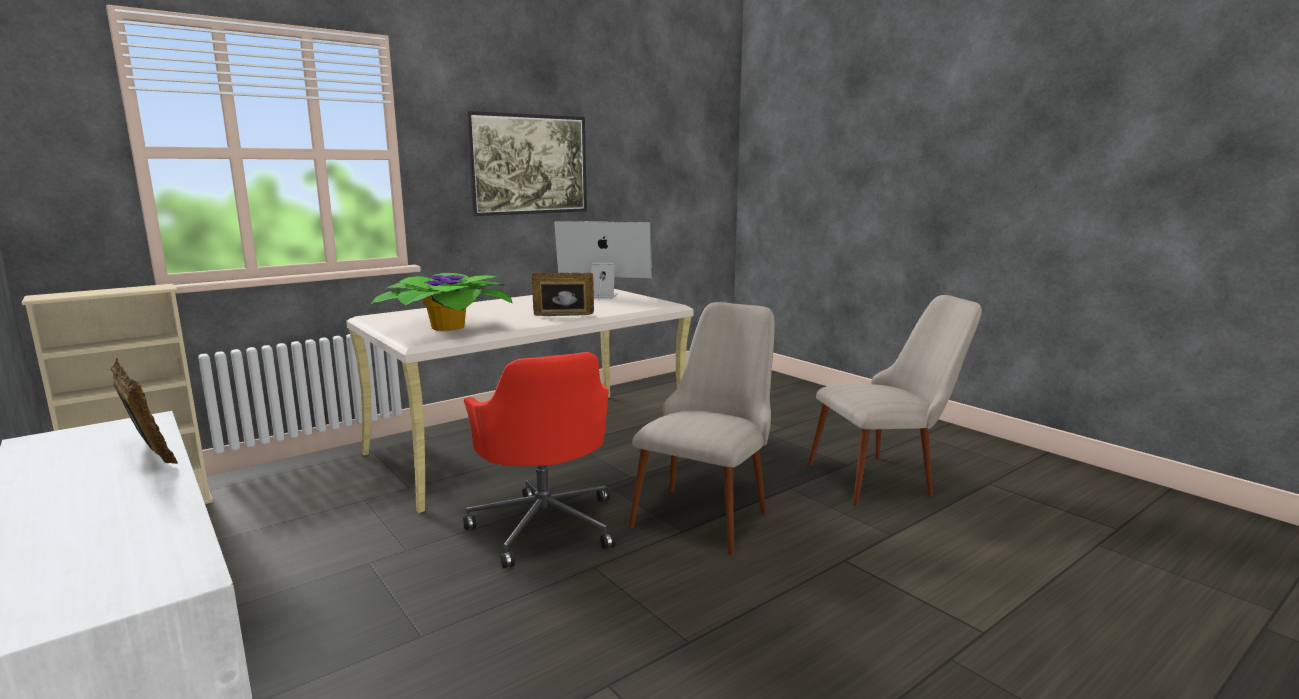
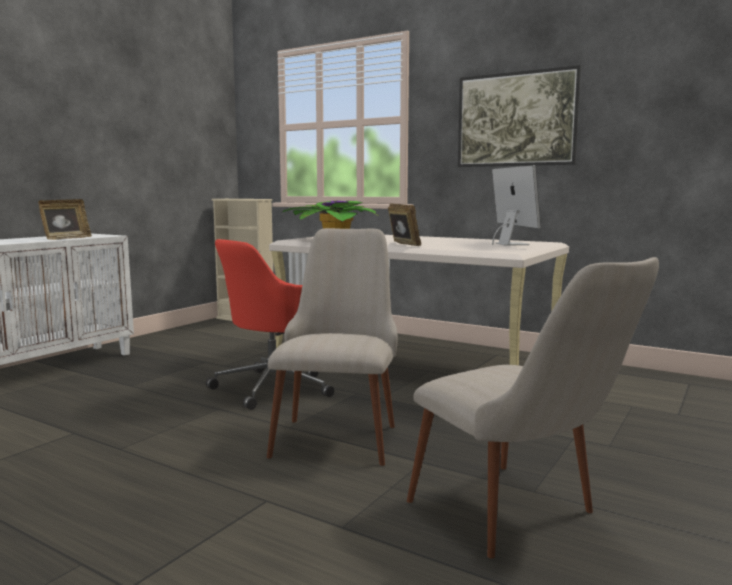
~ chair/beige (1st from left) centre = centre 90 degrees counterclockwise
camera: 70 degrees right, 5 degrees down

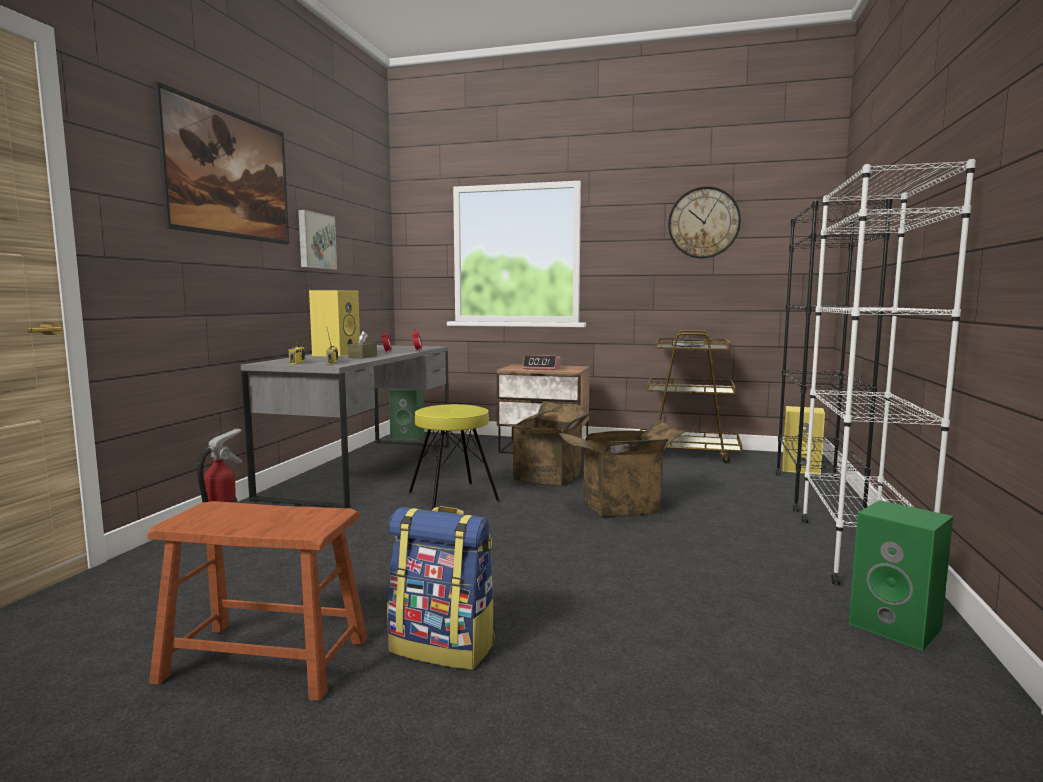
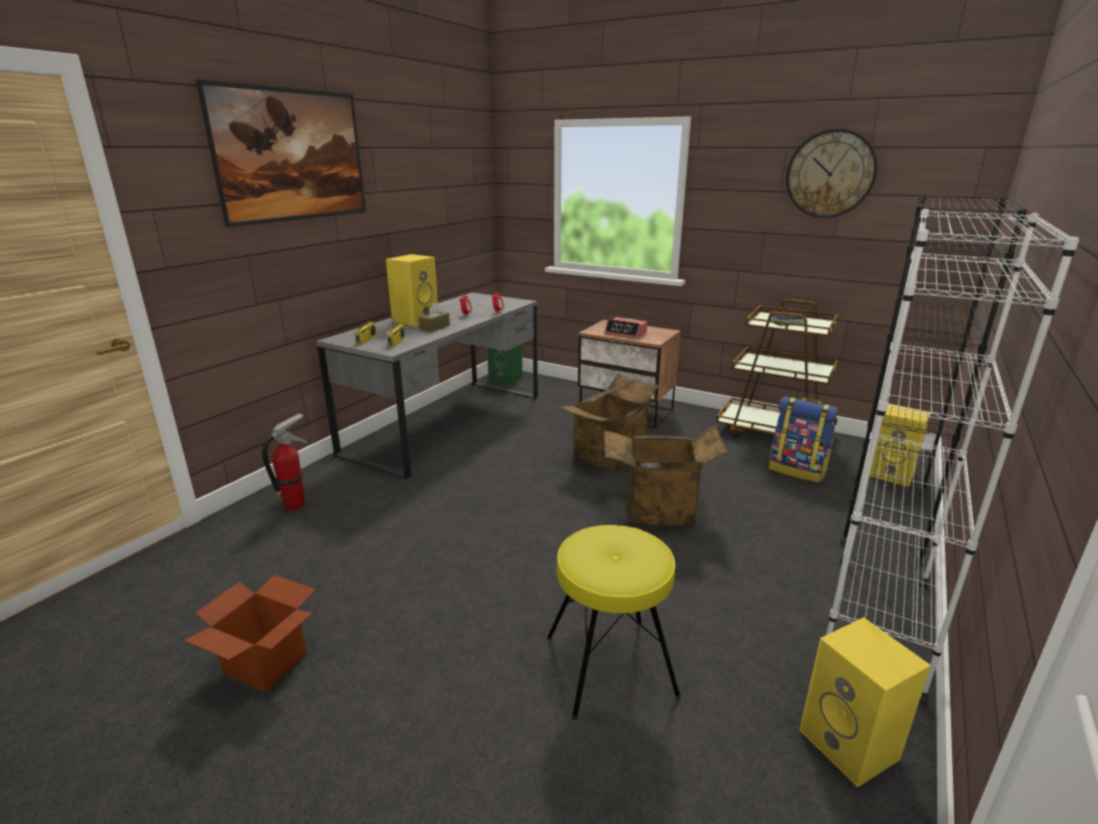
- picture (2nd from left) top left
~ backpack bottom centre to middle right
~ stool/yellow centre to bottom centre
~ stool/brown bottom left to cardboard box (1st from left) bottom left
~ speaker/green (2nd from left) bottom right to speaker/yellow (2nd from left) bottom right
camera: 15 degrees right, 15 degrees up

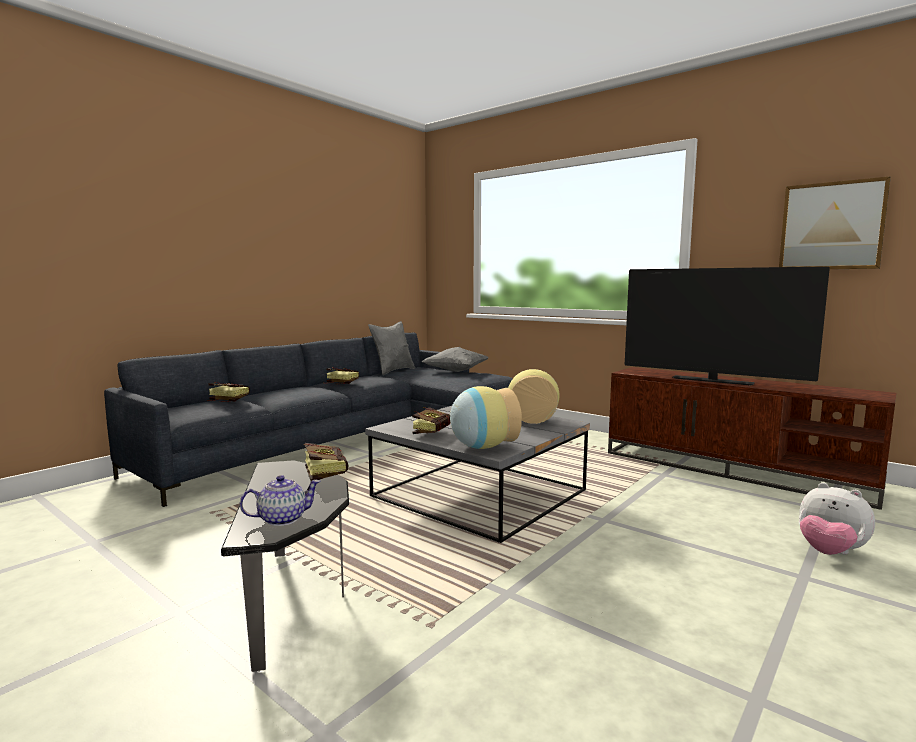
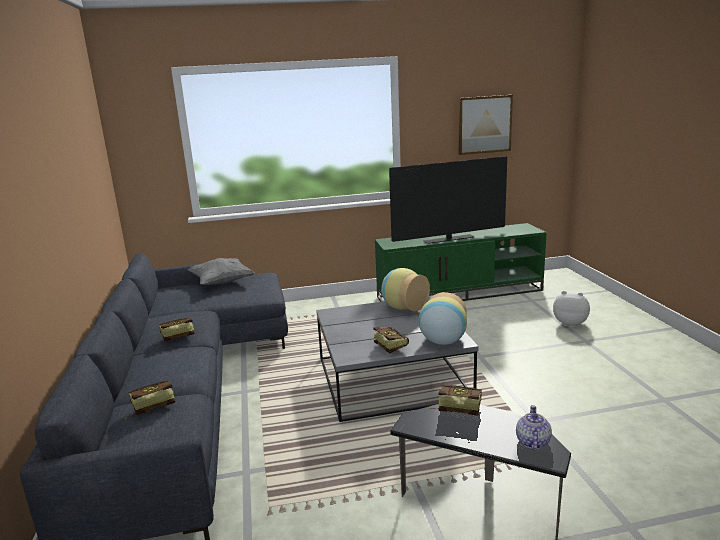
- pillow/grey (1st from left) centre
~ tv stand/brown middle right to tv stand/green centre
~ plush toy bottom right = middle right 150 degrees counterclockwise
camera: 50 degrees left, 10 degrees up

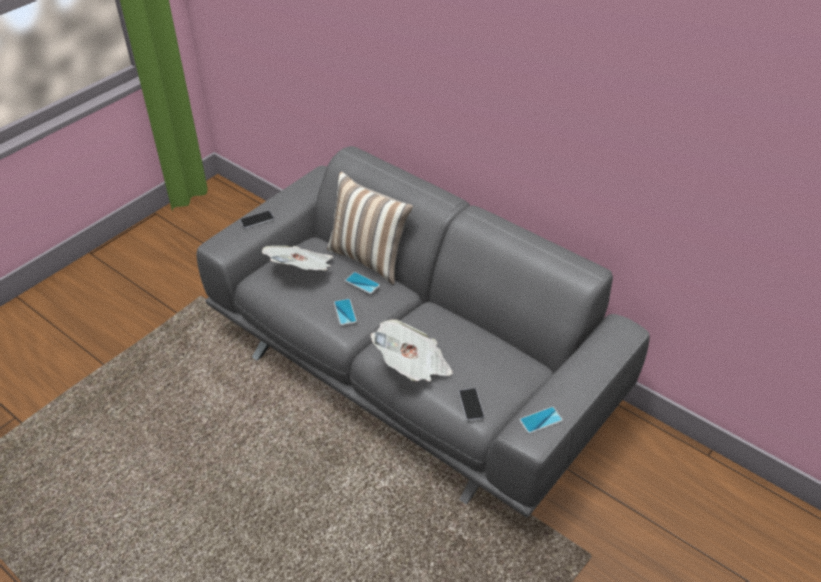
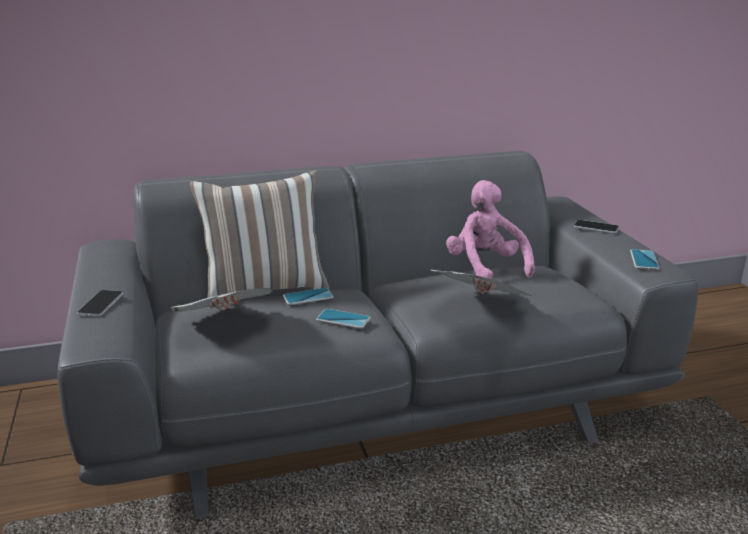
+ plush toy/pink centre
~ phone (4th from left) bottom centre to middle right
camera: 55 degrees left, 20 degrees down

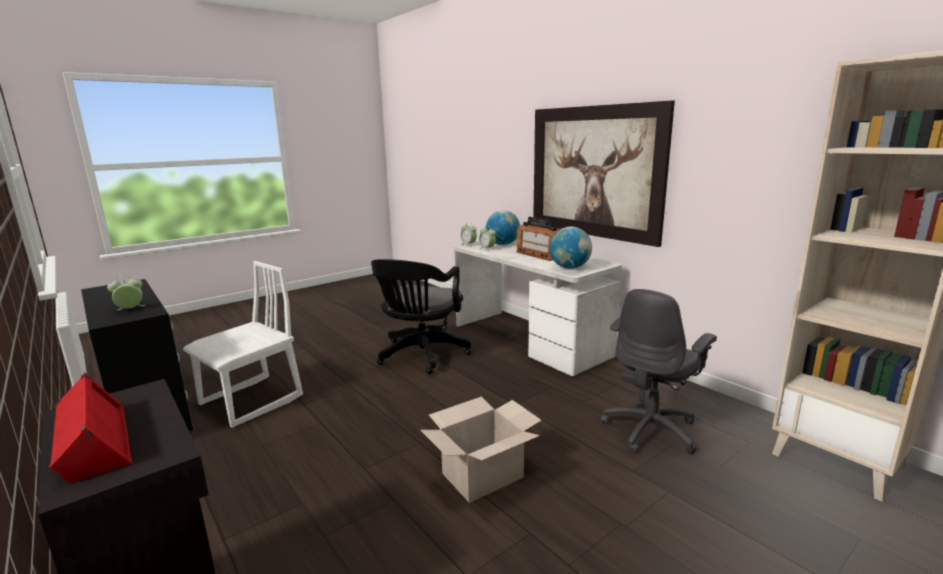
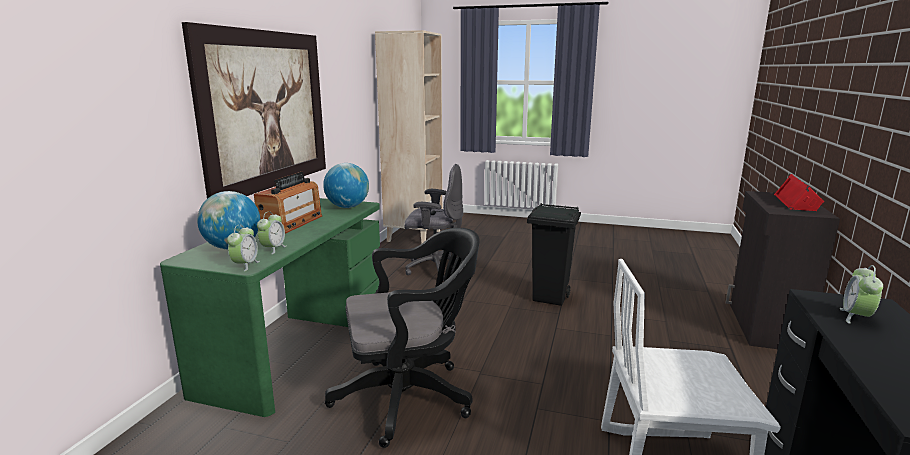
~ cardboard box bottom centre to trash can/black centre
~ desk/white centre to desk/green bottom left
~ alarm clock (1st from left in the first image) middle left = middle right 90 degrees clockwise
camera: 125 degrees left, 0 degrees up

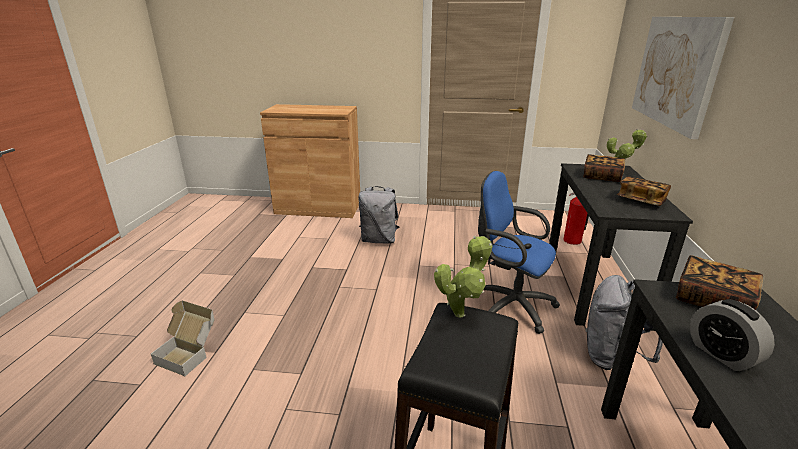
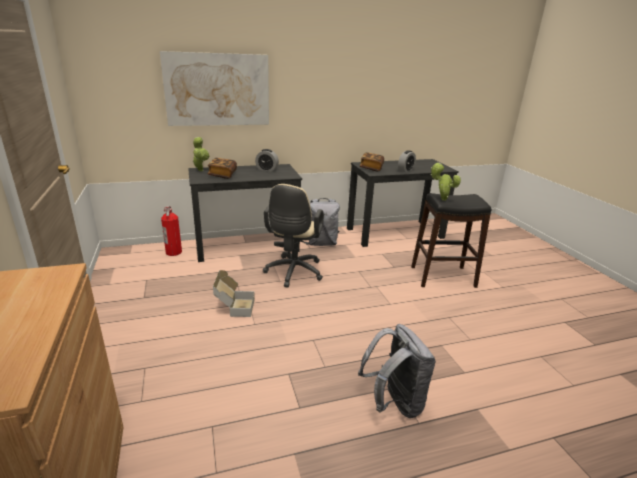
~ cardboard box bottom left to centre
~ backpack/grey (1st from left in the first image) centre to backpack/grey (2nd from left) bottom centre
~ book (2nd from left) middle right to alarm clock (1st from left) centre
~ office chair/blue centre to office chair/beige centre
camera: 115 degrees left, 0 degrees up

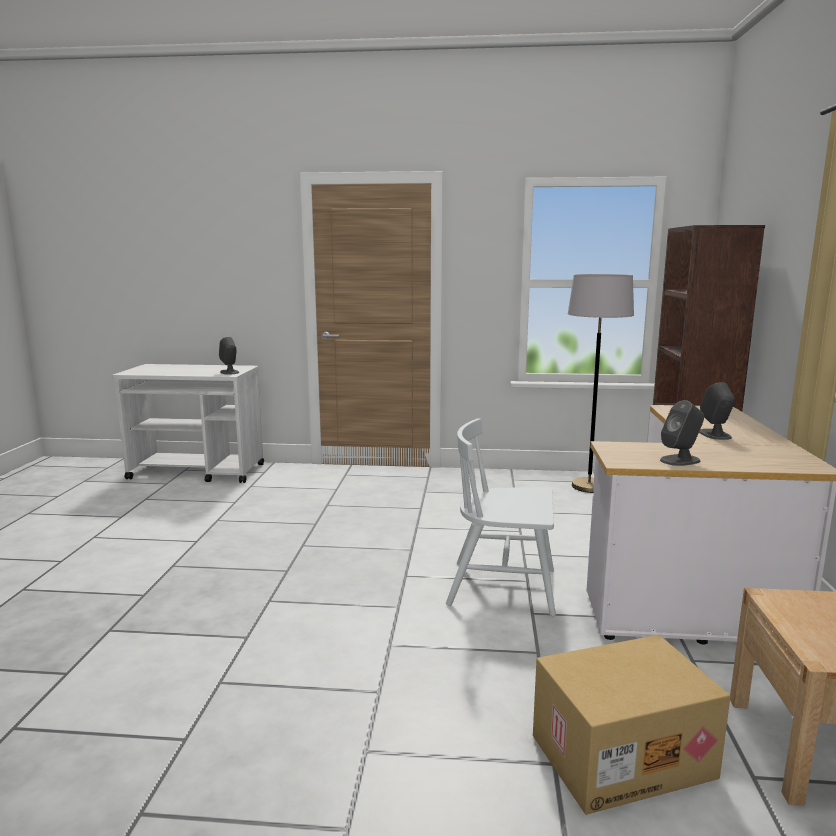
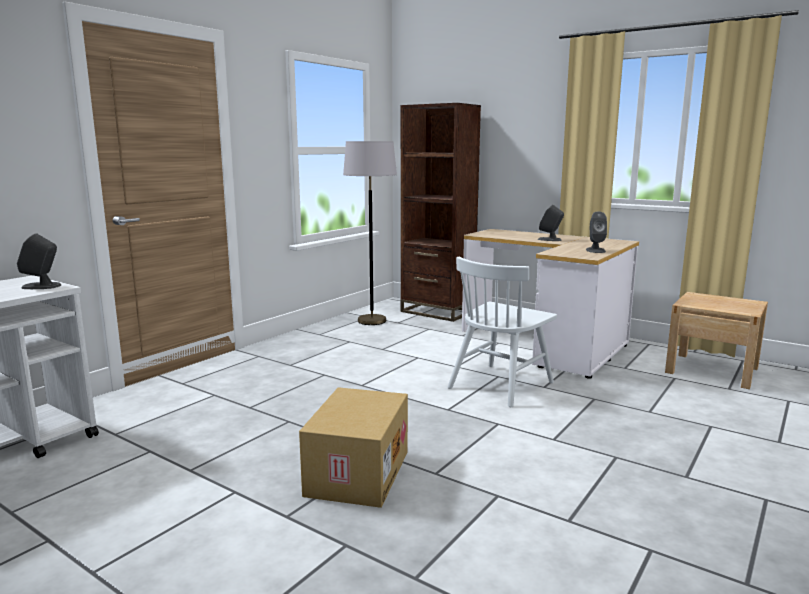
~ cardboard box bottom right to bottom centre
camera: 60 degrees left, 0 degrees up

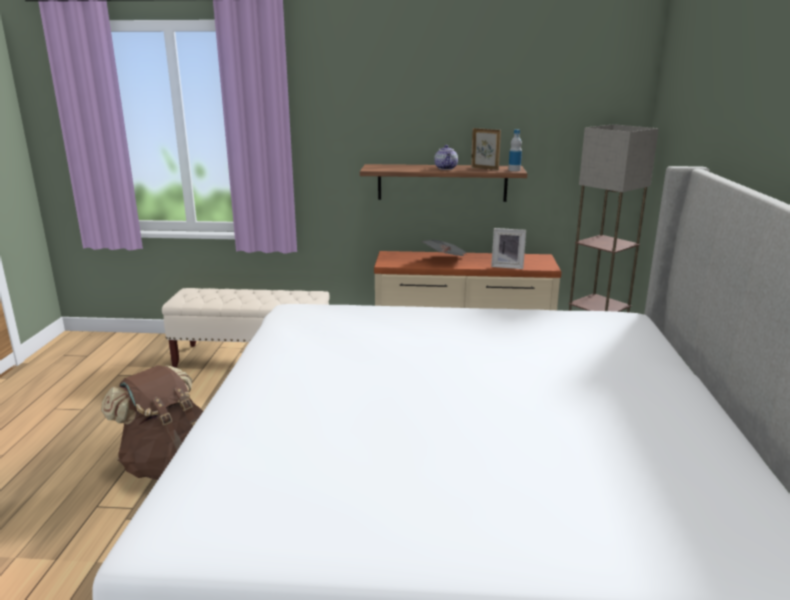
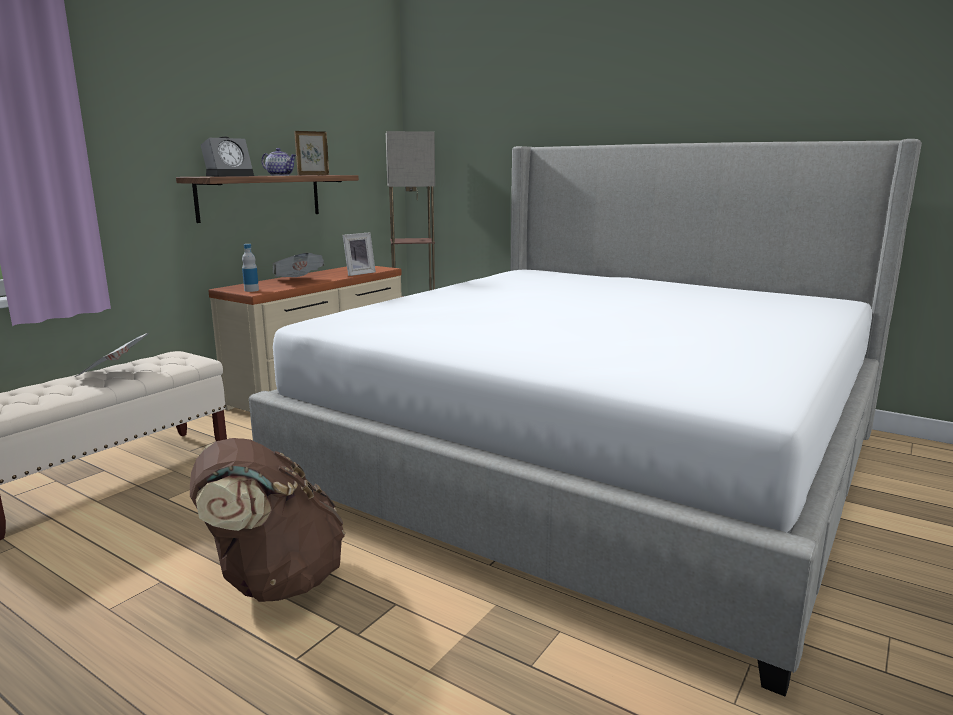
+ newspaper (1st from left) middle left
+ alarm clock top left
~ bottle top centre to middle left
camera: 60 degrees left, 5 degrees down

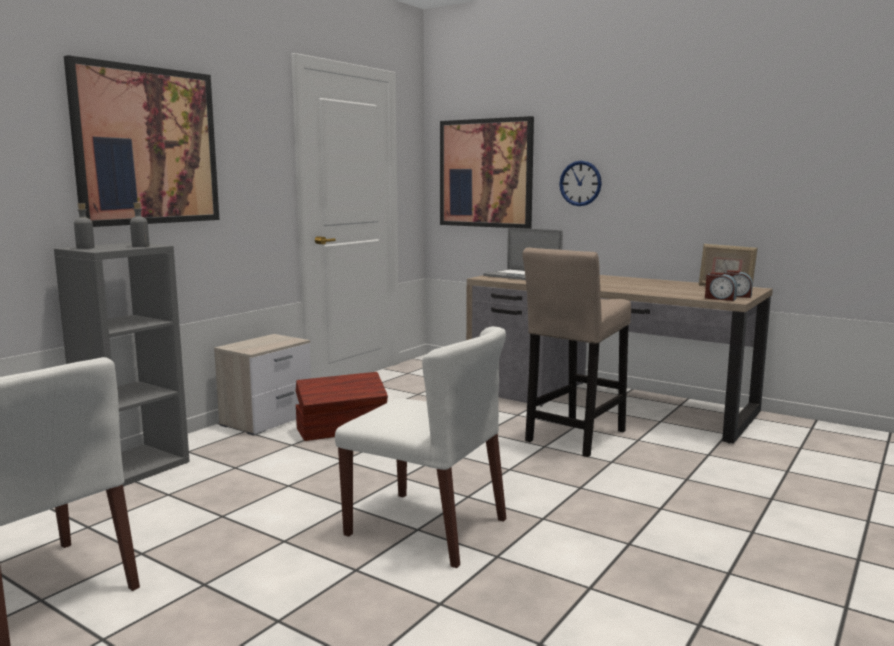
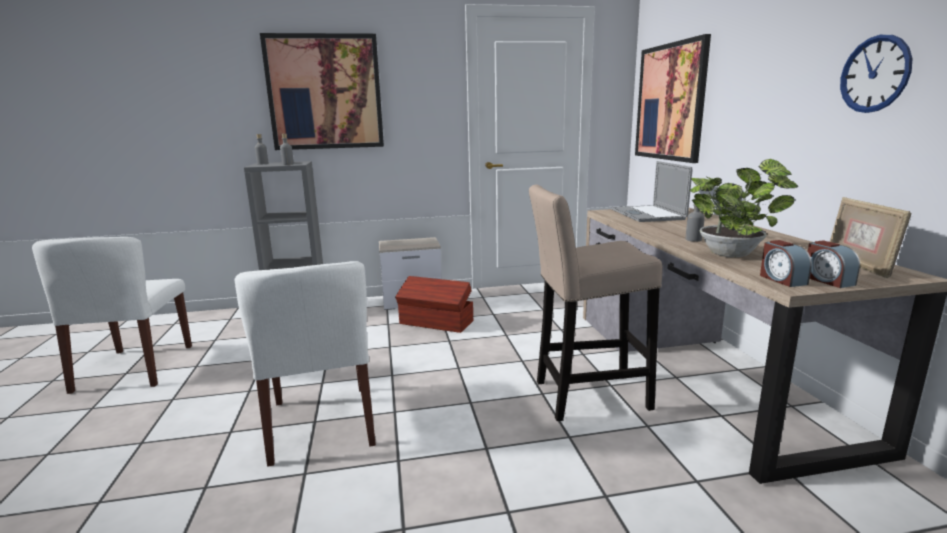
+ bottle/grey (3rd from left) middle right
+ potted plant middle right
~ wall clock top centre to top right
camera: 45 degrees right, 5 degrees up

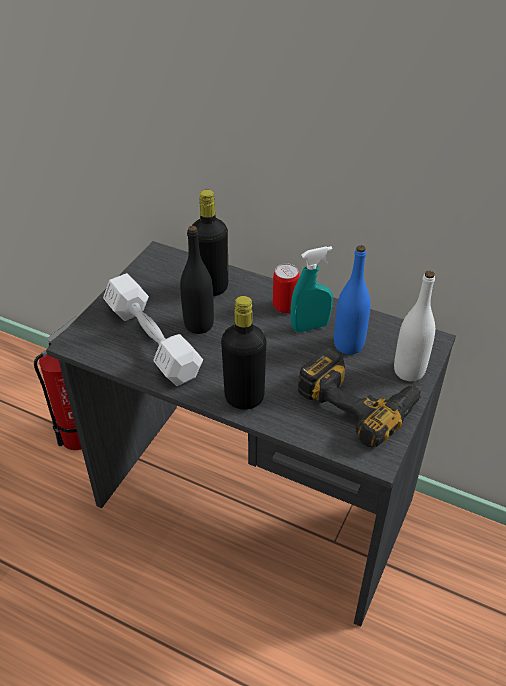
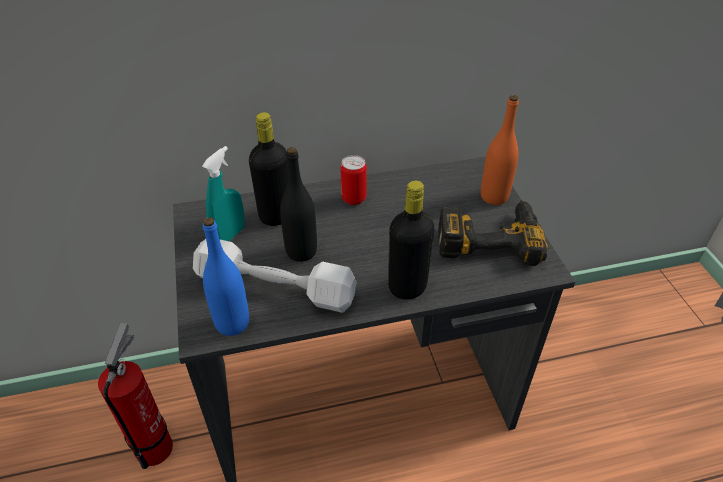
~ spray bottle/turquoise centre to middle left
~ bottle/blue middle right to middle left
~ bottle/white middle right to bottle/orange top right
camera: 40 degrees left, 0 degrees up

